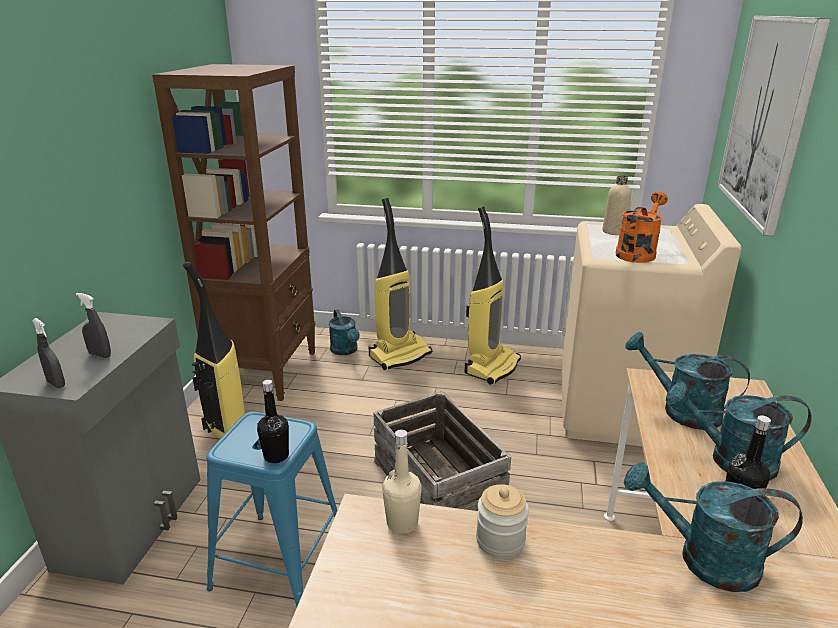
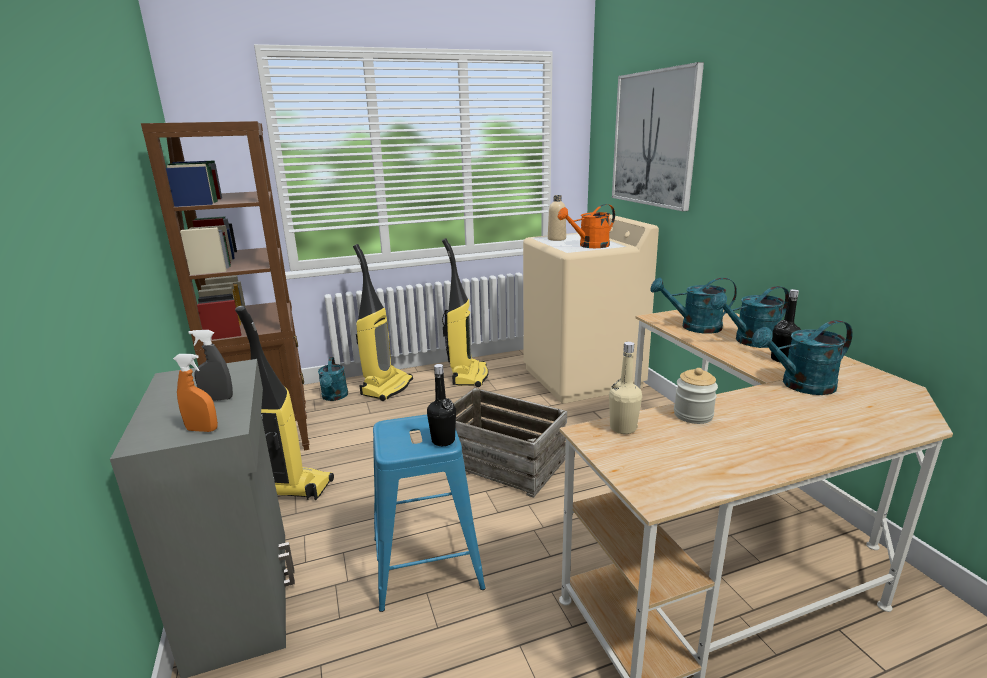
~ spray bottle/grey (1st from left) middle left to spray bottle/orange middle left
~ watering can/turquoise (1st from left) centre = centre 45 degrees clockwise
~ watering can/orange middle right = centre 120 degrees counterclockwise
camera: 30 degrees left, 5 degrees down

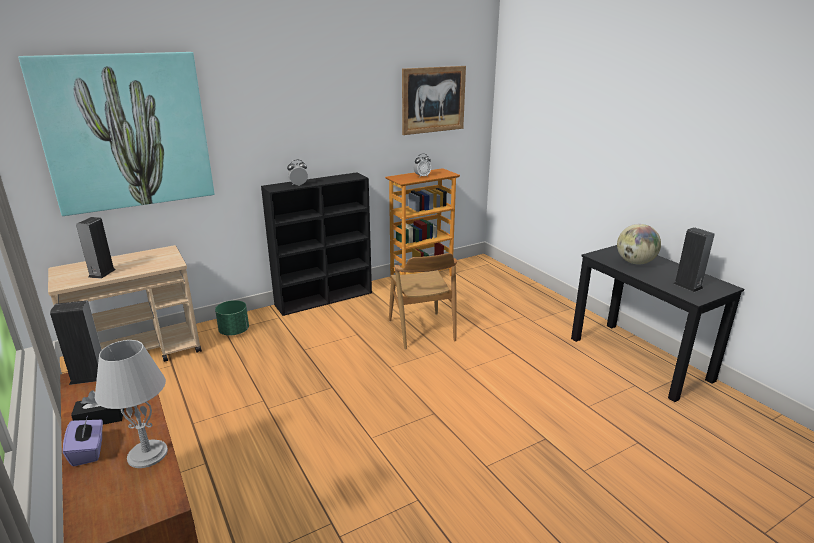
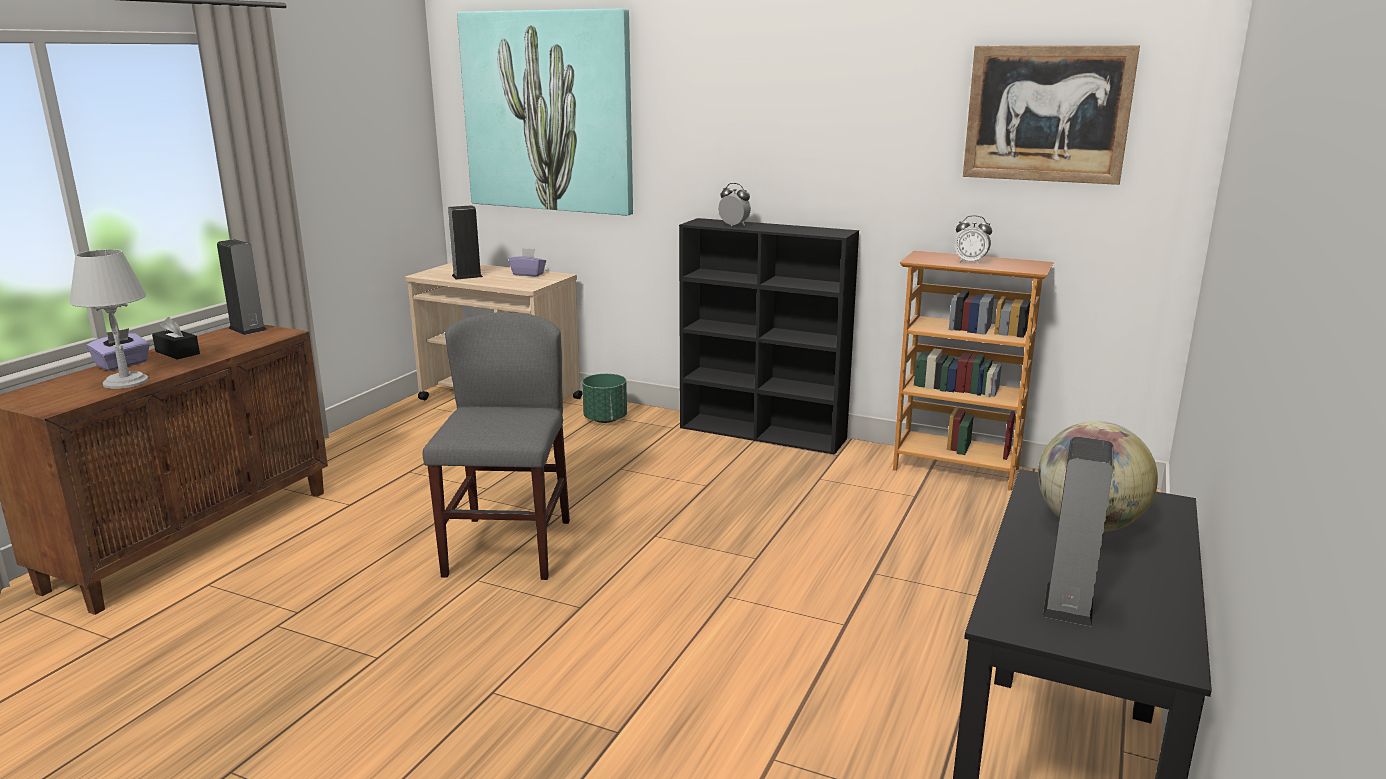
- chair/brown centre
+ chair/grey centre
+ tissue box/purple (2nd from left) centre
camera: 55 degrees right, 5 degrees down

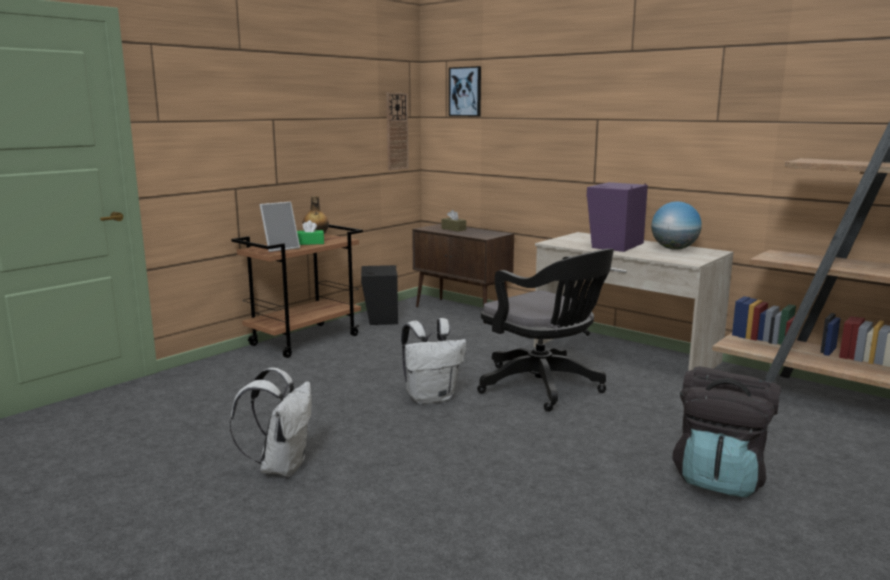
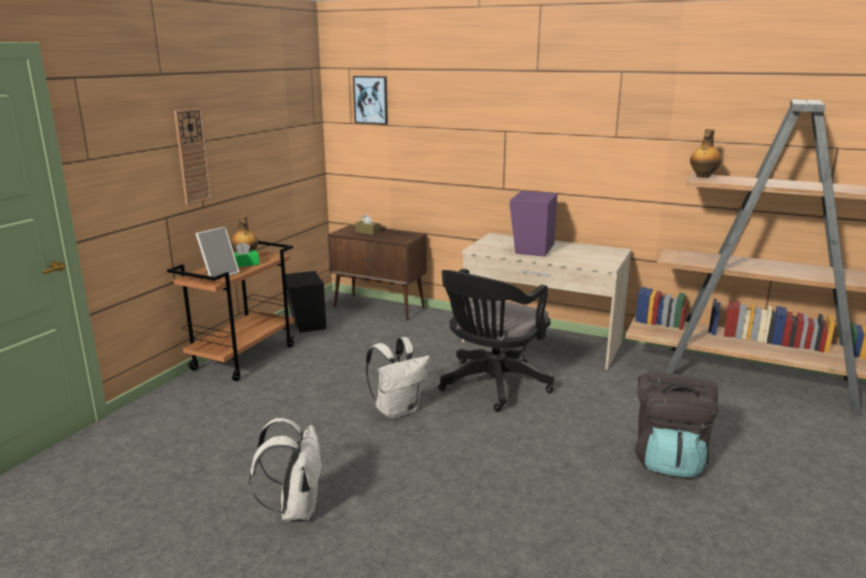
- globe middle right
+ bottle (2nd from left) top right
~ wall clock top centre to top left
~ office chair/black centre = centre 90 degrees clockwise
camera: 15 degrees left, 5 degrees up

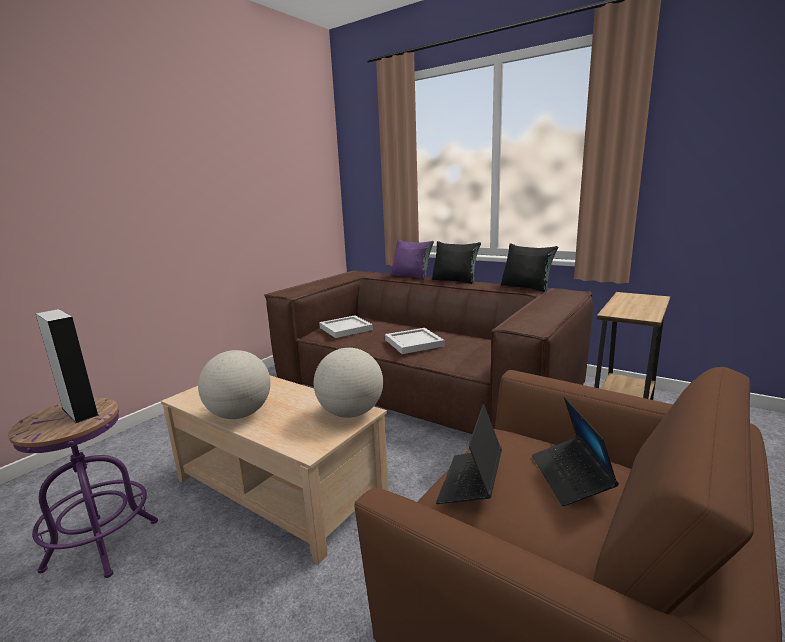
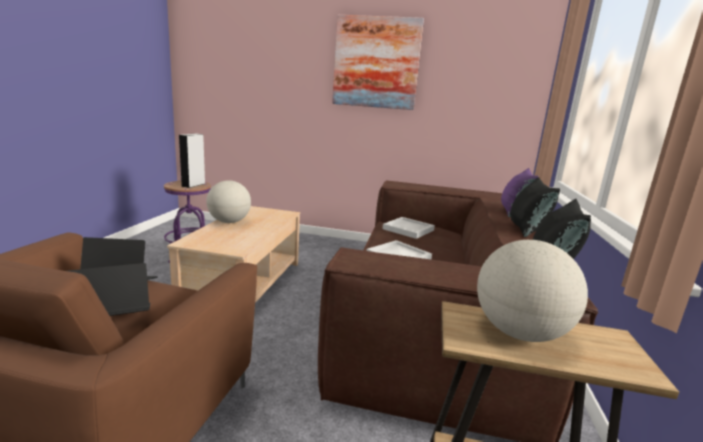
+ picture top centre
~ globe (2nd from left) centre to middle right
camera: 65 degrees right, 0 degrees up

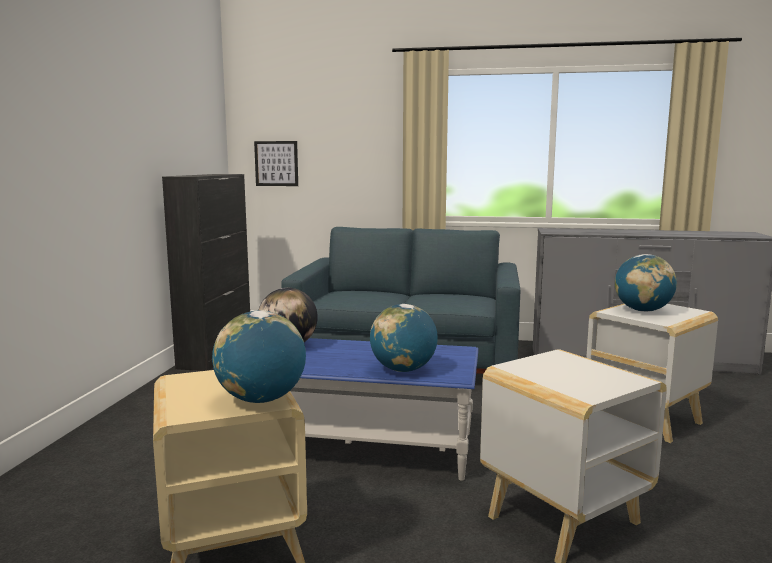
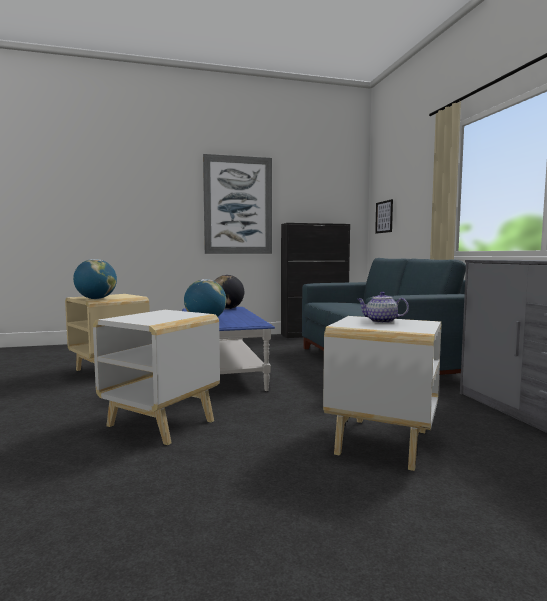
+ picture (1st from left) centre
~ globe (4th from left) middle right to teapot middle right
camera: 65 degrees right, 5 degrees down

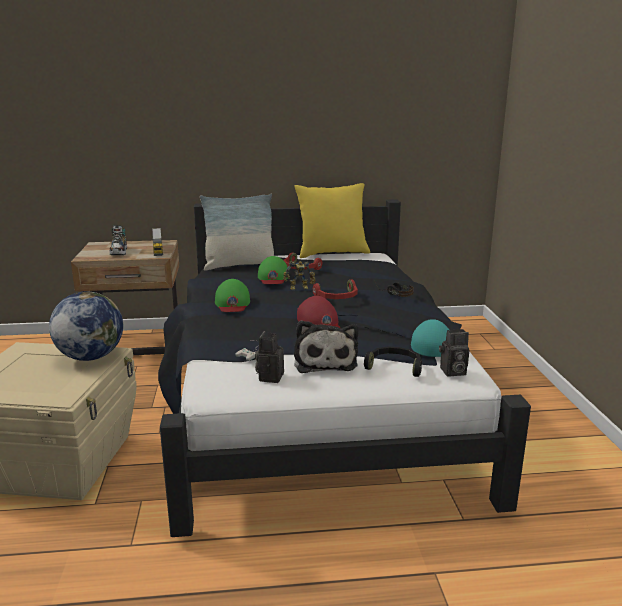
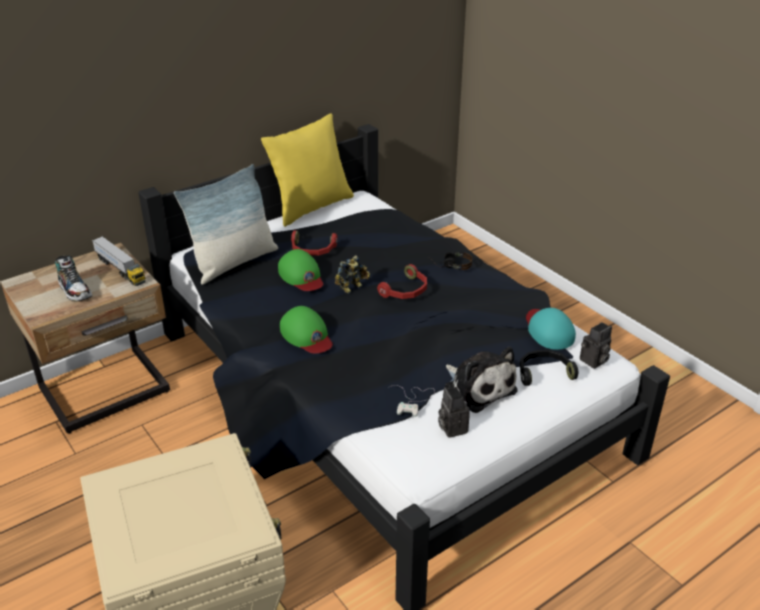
- globe middle left
- cap/red centre
camera: 30 degrees left, 15 degrees up

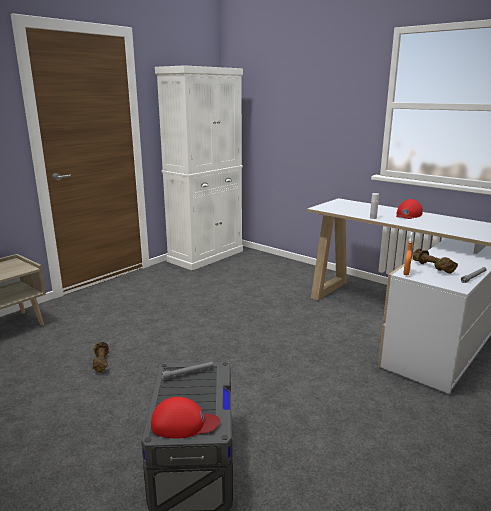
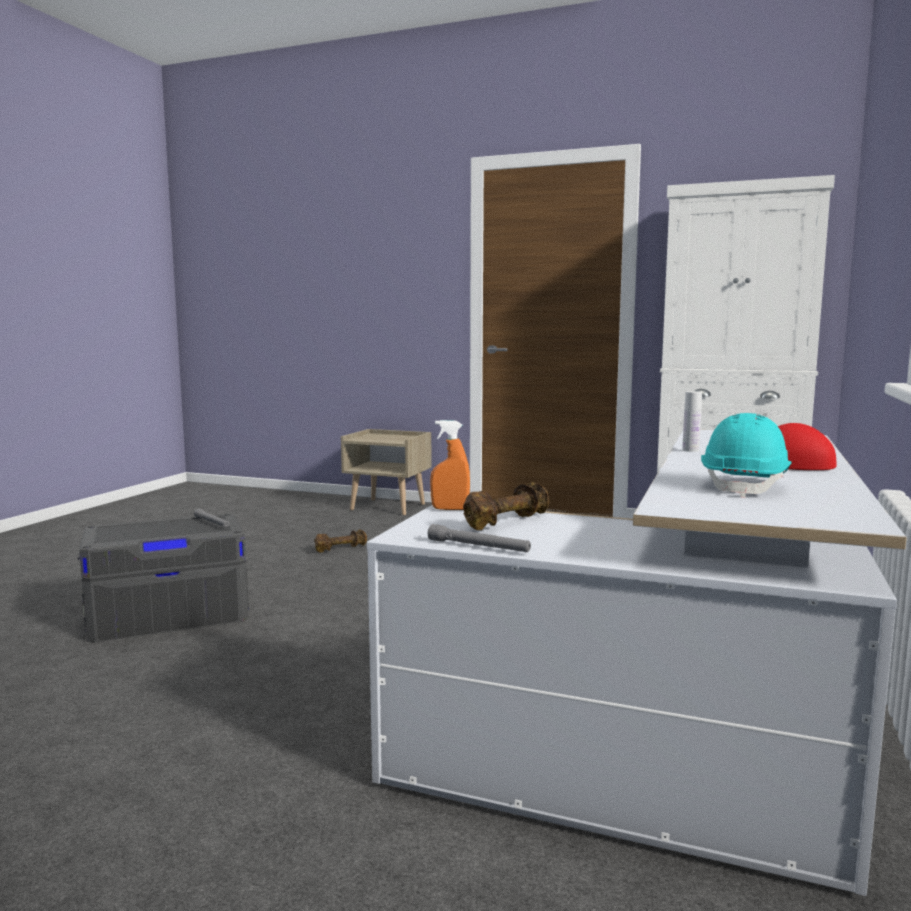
- cap/red (1st from left) bottom centre
+ hard hat/turquoise middle right
camera: 70 degrees right, 10 degrees down

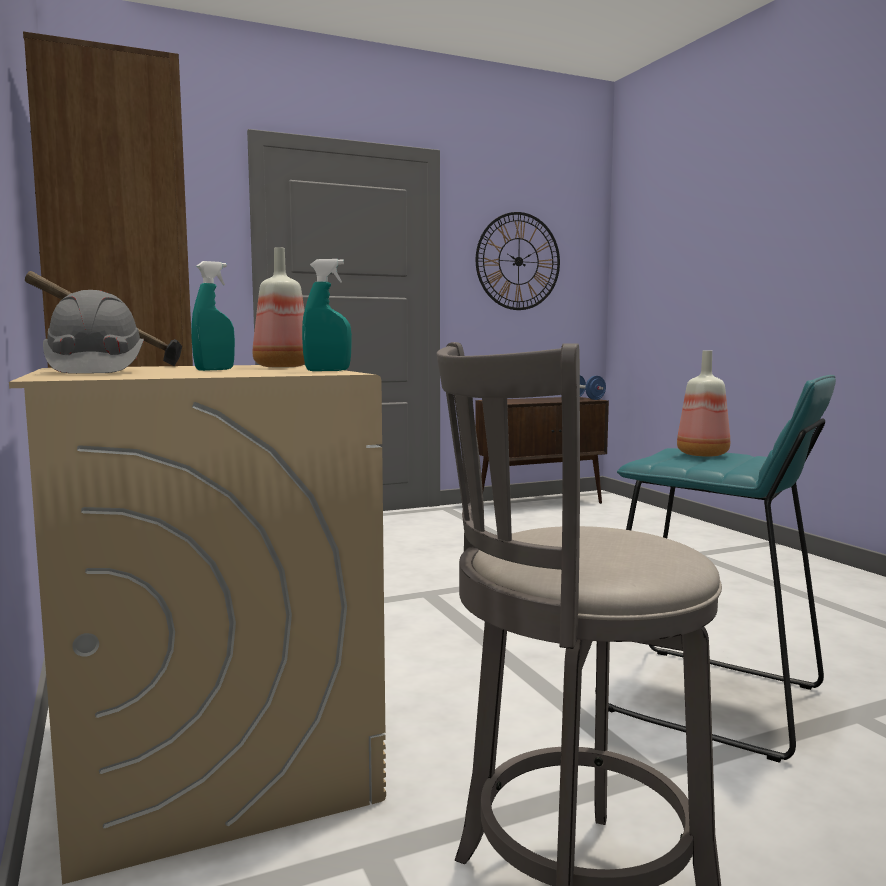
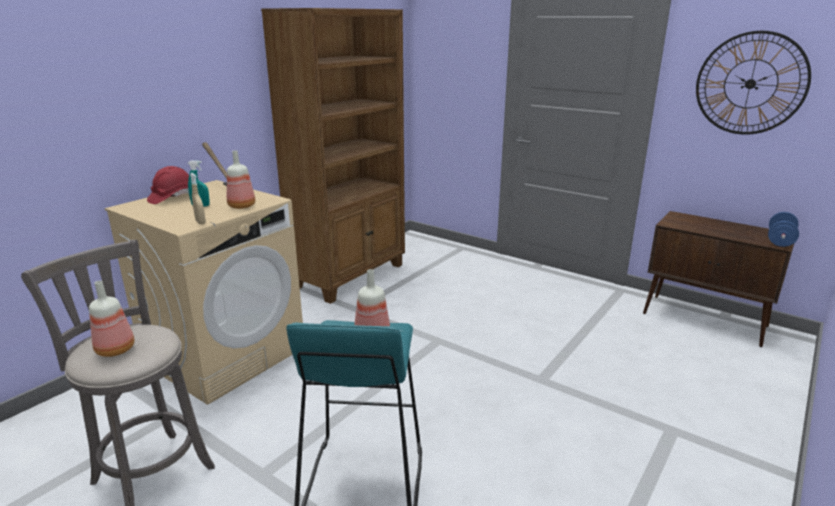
+ bottle (1st from left) middle left
~ hard hat/grey middle left to hard hat/red middle left
~ spray bottle/turquoise (2nd from left) centre to spray bottle/beige middle left
camera: 60 degrees right, 15 degrees up

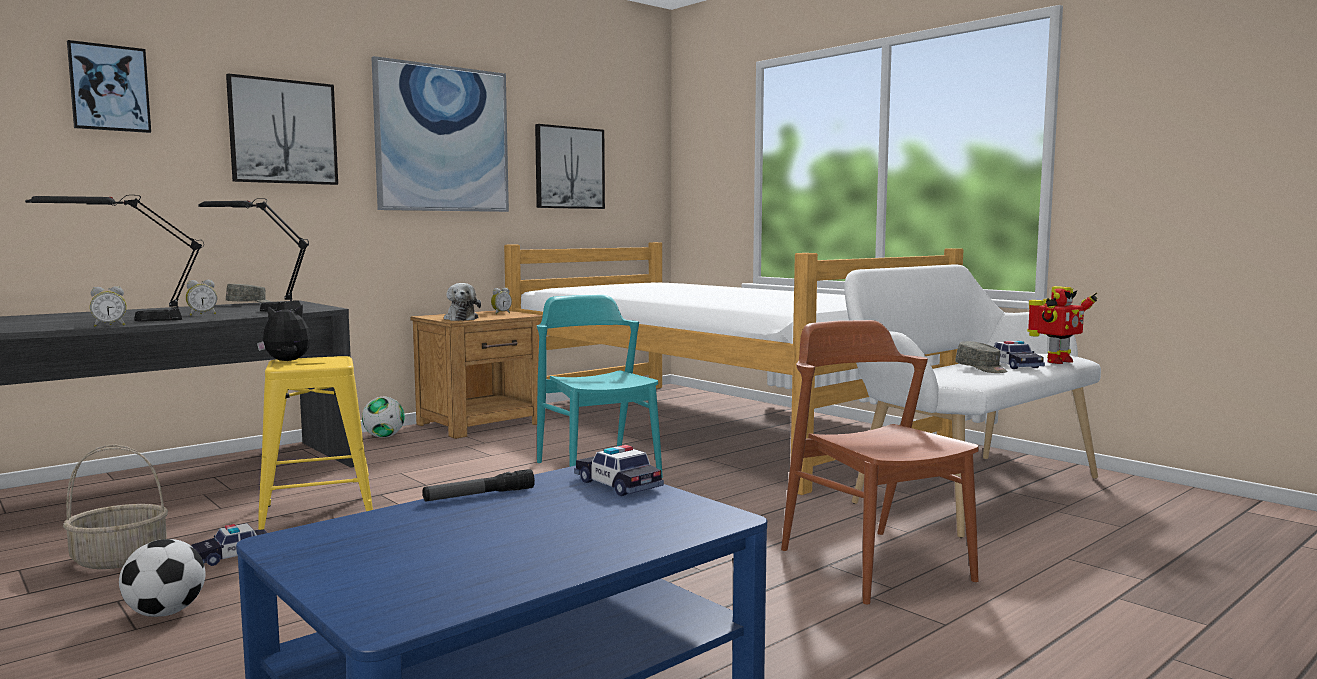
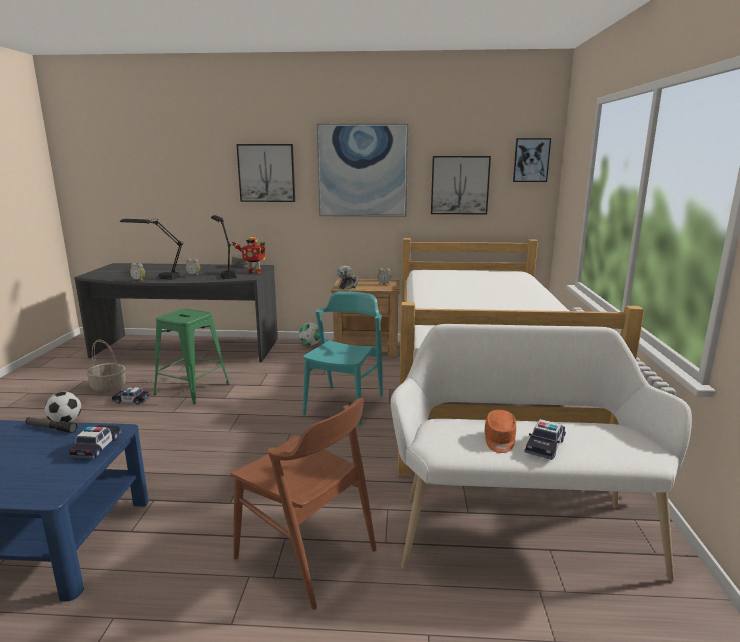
- plush toy (1st from left) middle left
~ picture (1st from left in the first image) top left to picture (4th from left) top right
~ toy robot middle right to centre
~ stool/yellow middle left to stool/green middle left
~ cap/grey (2nd from left) middle right to cap/orange bottom right
~ chair/brown bottom right = bottom centre 105 degrees clockwise
camera: 45 degrees right, 10 degrees up

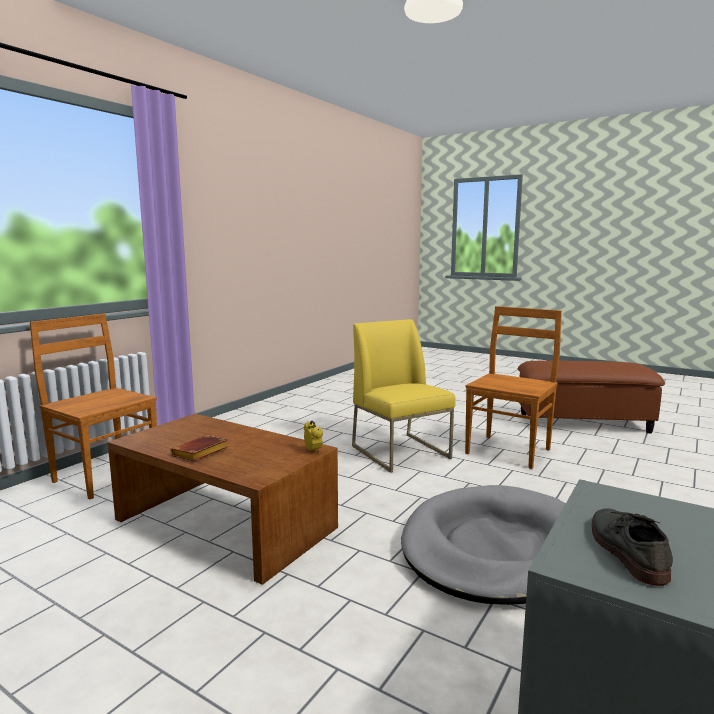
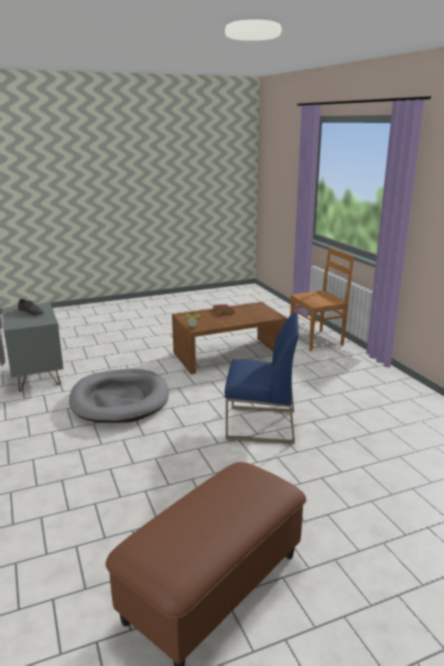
- chair/brown (2nd from left) middle right
~ chair/yellow centre to chair/blue centre
camera: 125 degrees right, 10 degrees up

